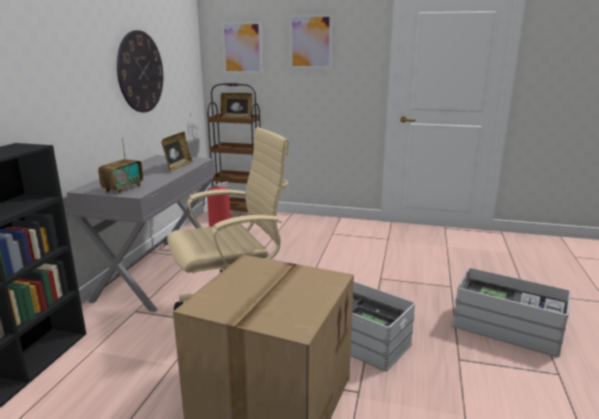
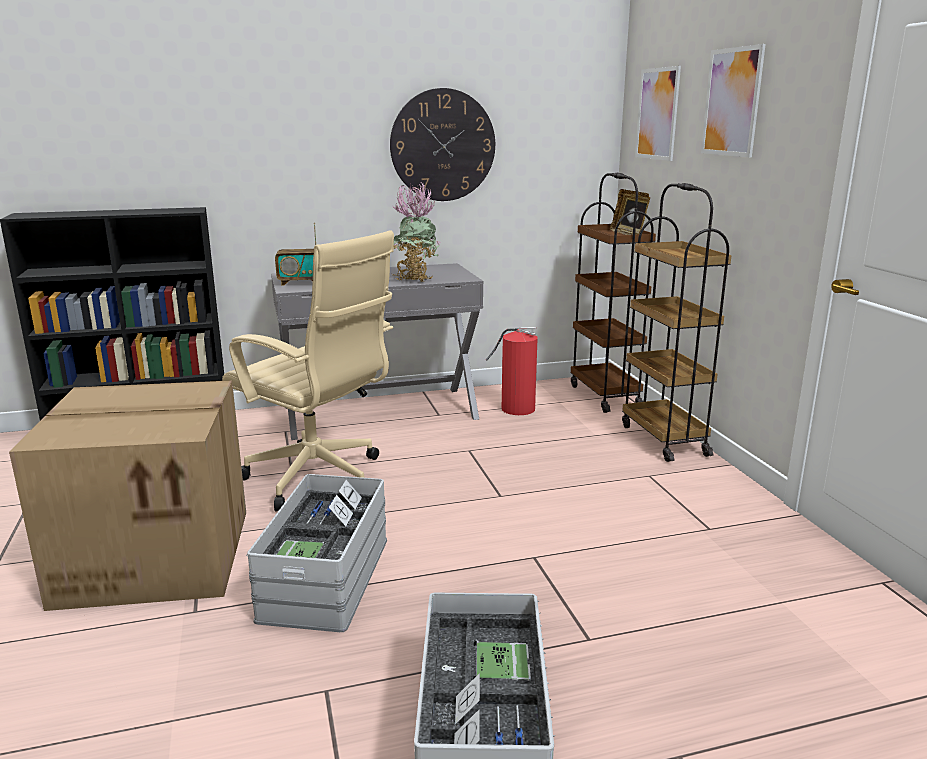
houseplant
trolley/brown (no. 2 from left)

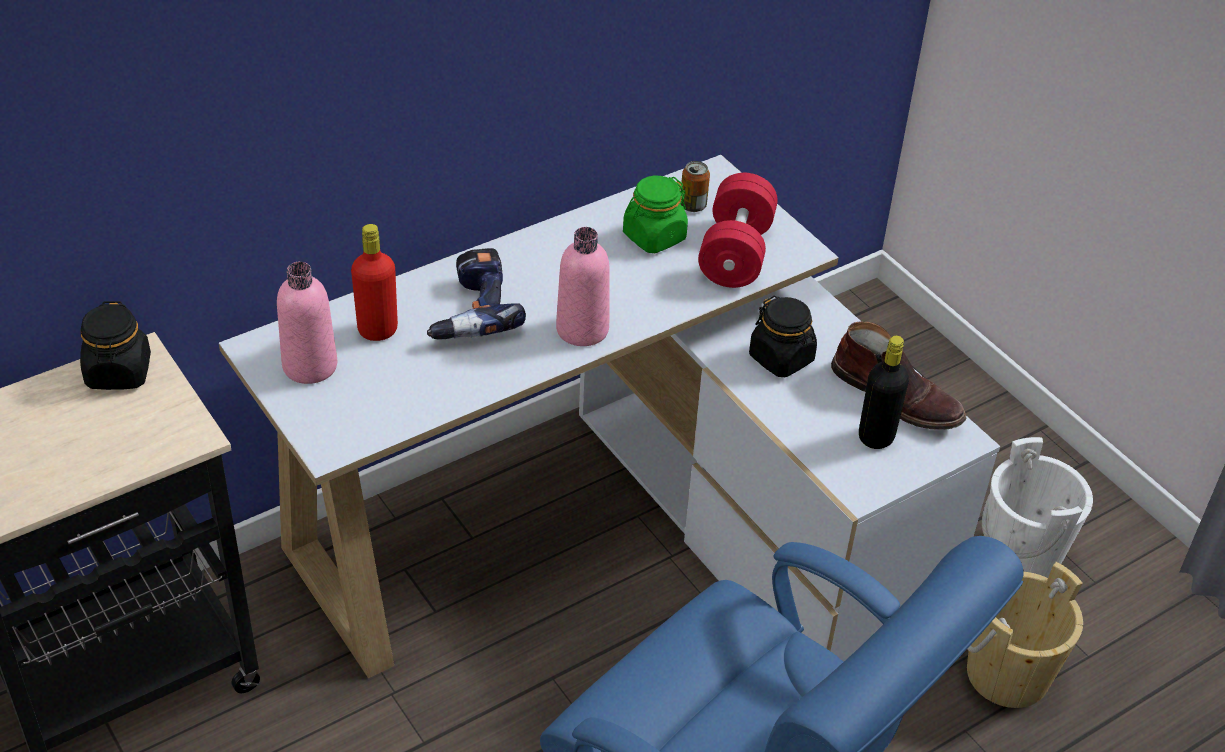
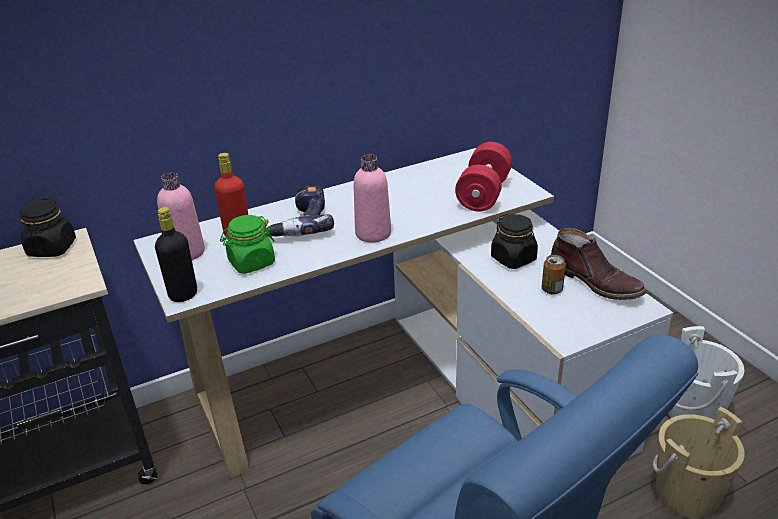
preserve jar/green
can
bottle/black

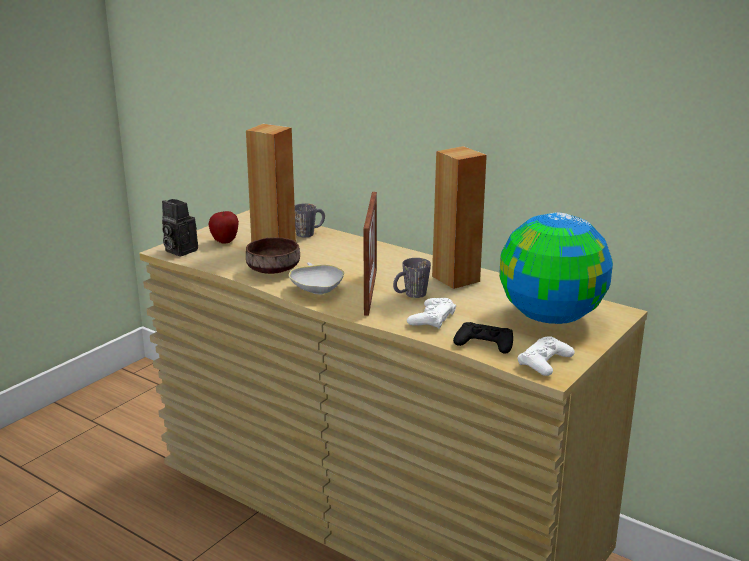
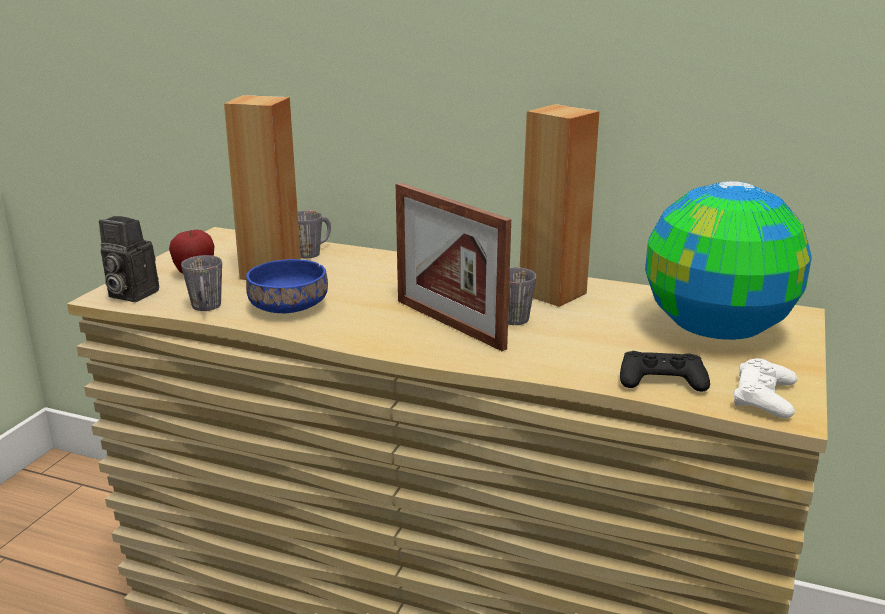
serving bowl/blue-coloured
serving bowl/white
standing frame
game controller/white (no. 1 from left in the first image)
mug/greyish (no. 1 from left)

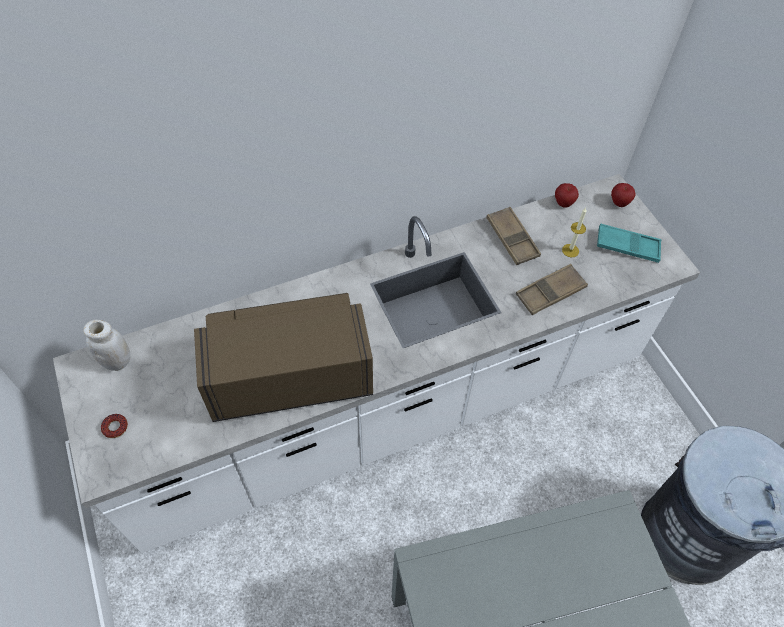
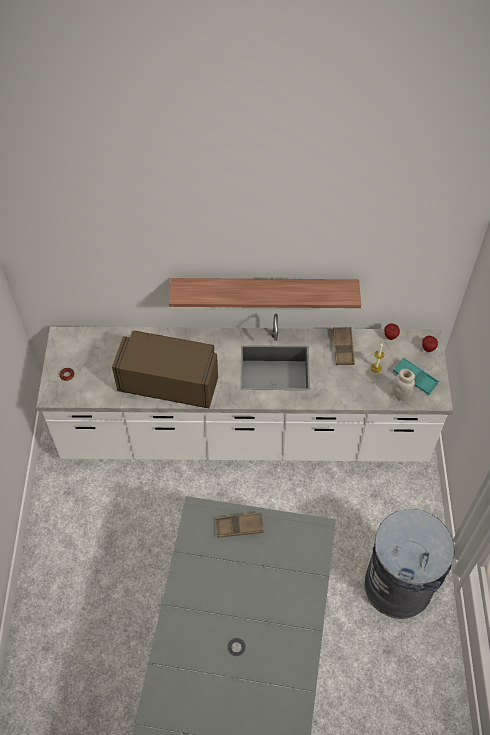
preserve jar/white
carrying tray/brown (no. 1 from left)
wall shelf

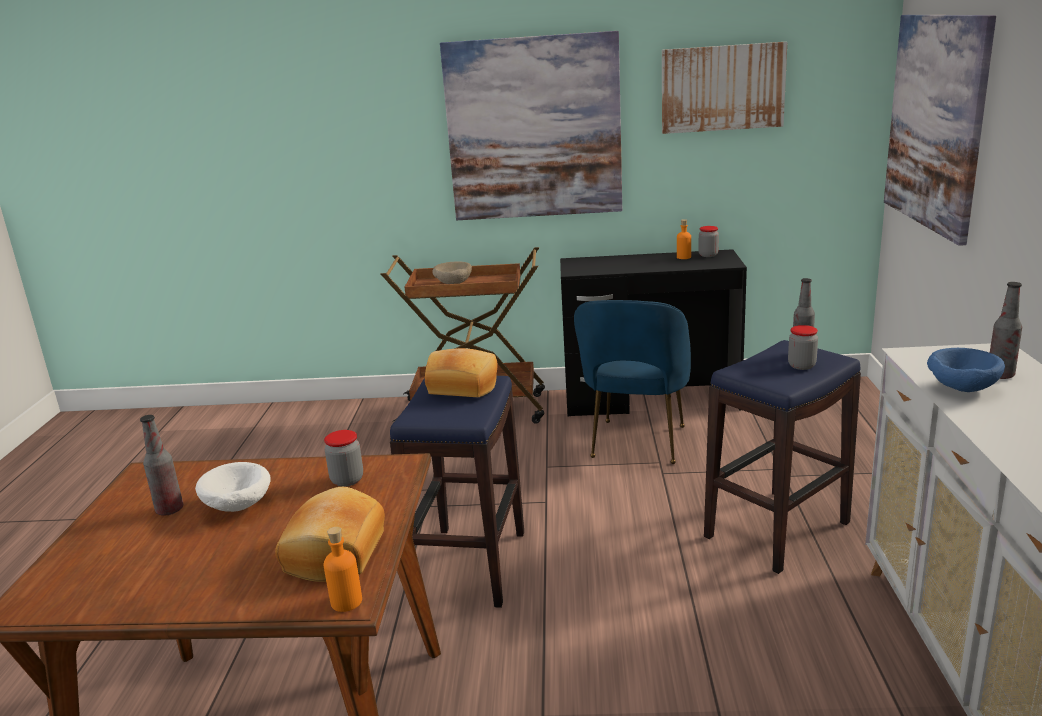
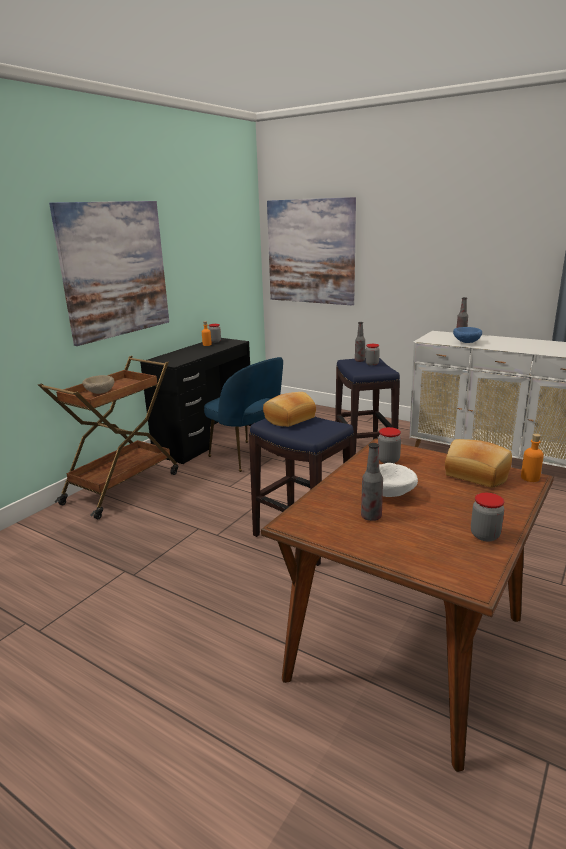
picture (no. 2 from left in the first image)
preserve jar (no. 4 from left)

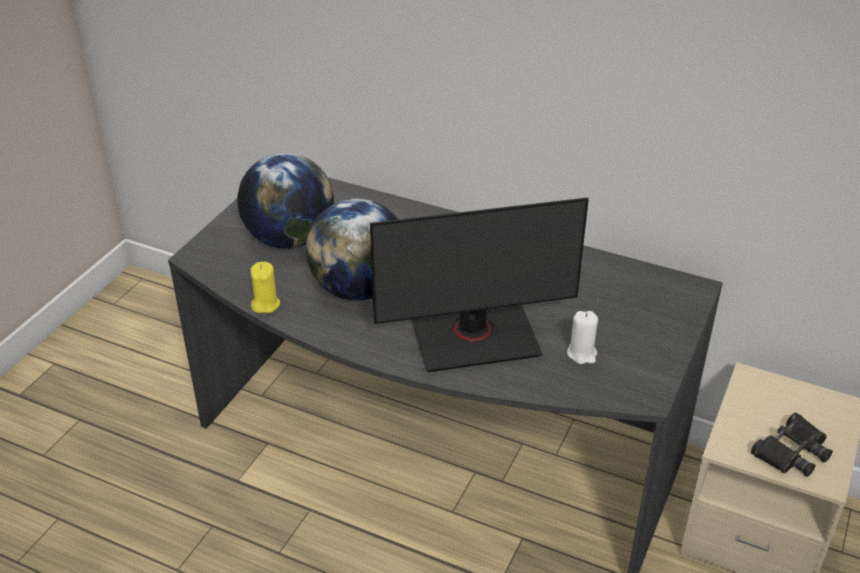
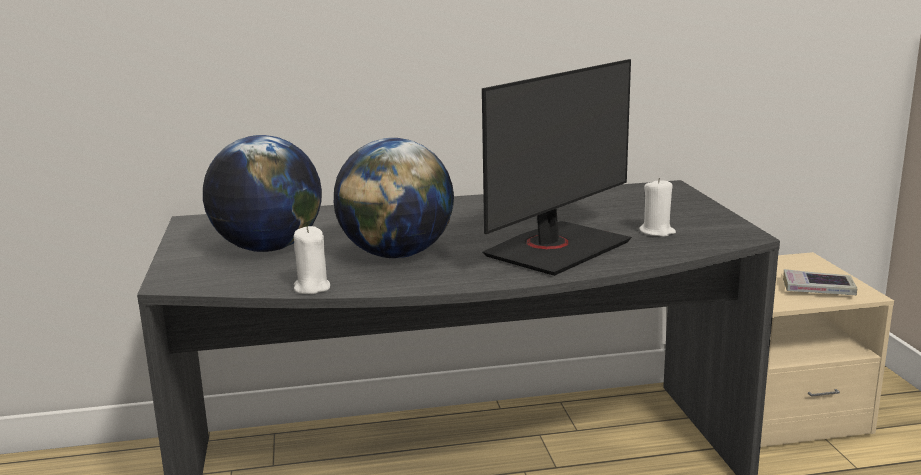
candle/white (no. 1 from left)
bound book

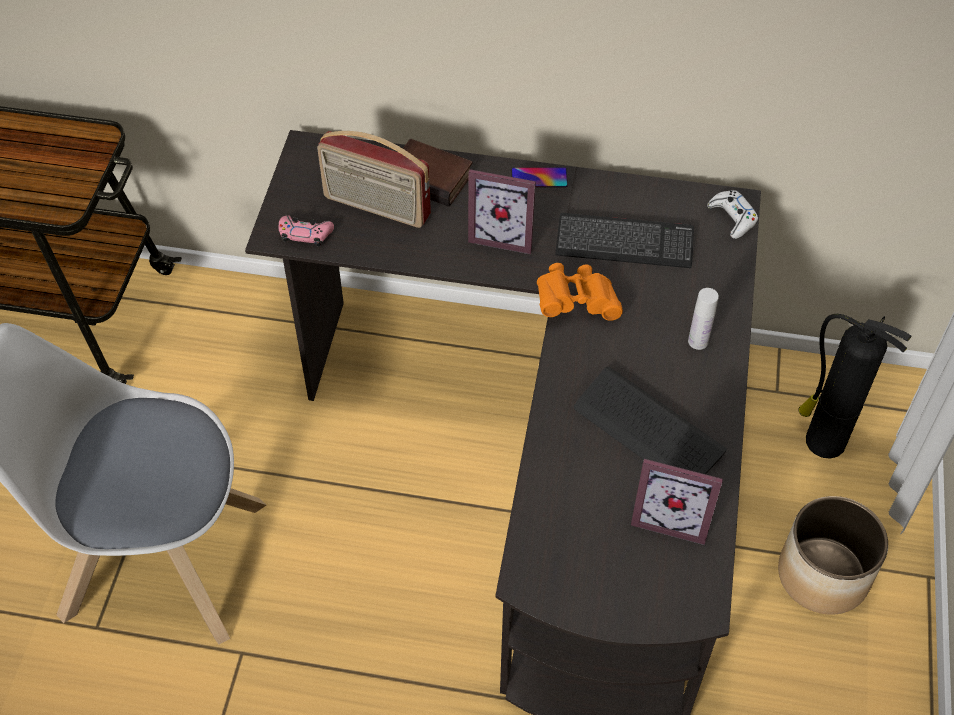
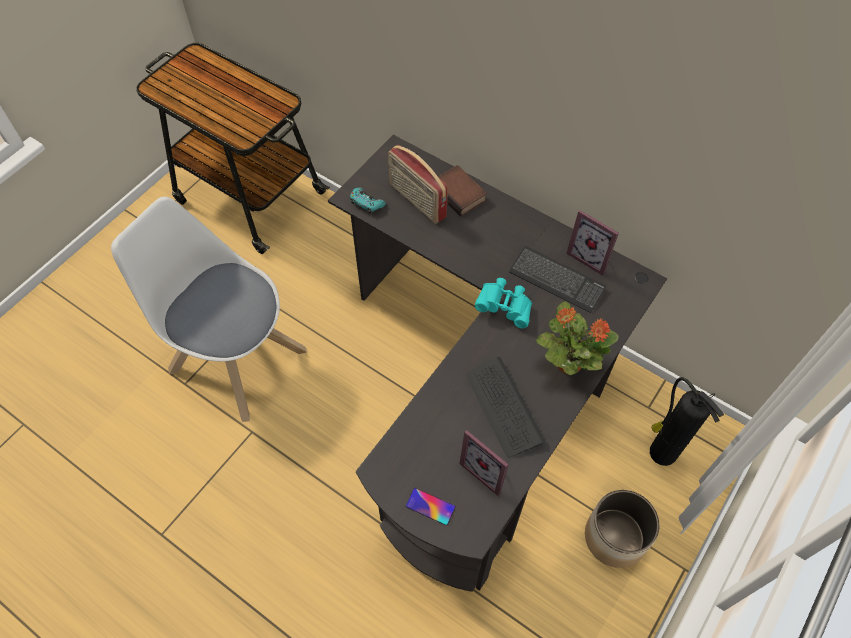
game controller/turquoise
standing frame (no. 2 from left)
phone
field glasses/turquoise
houseplant
game controller/white

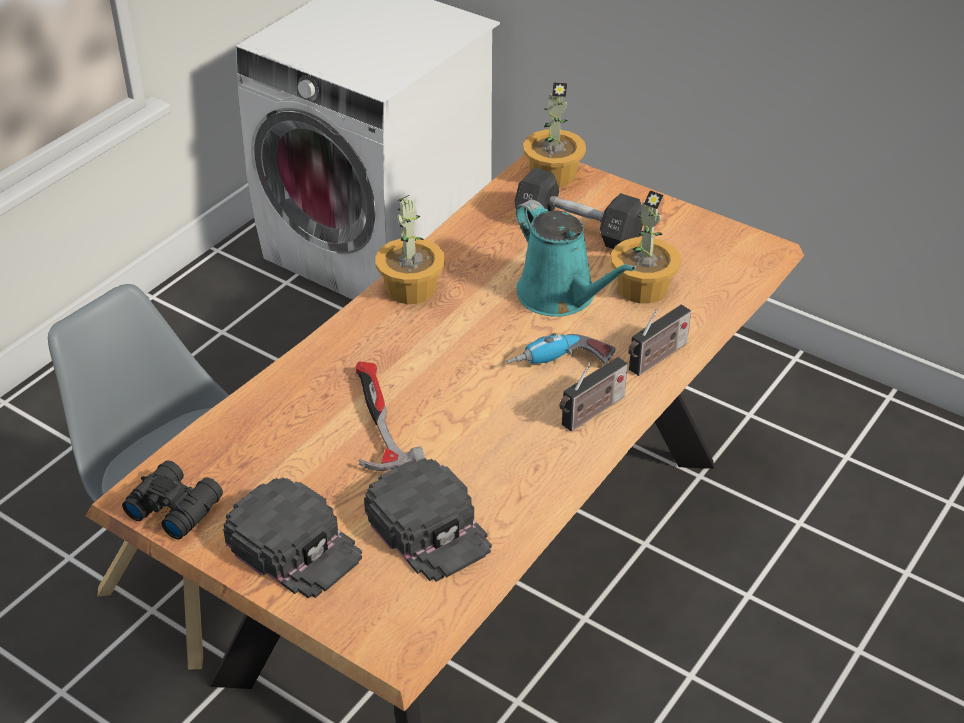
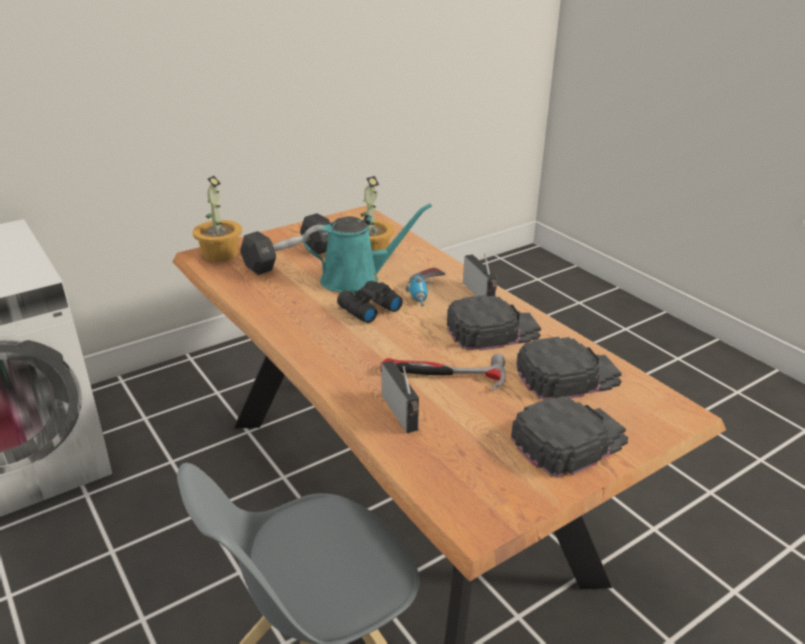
field glasses/black
houseplant (no. 1 from left in the first image)
radio receiver (no. 1 from left)
baseball cap/black (no. 1 from left)

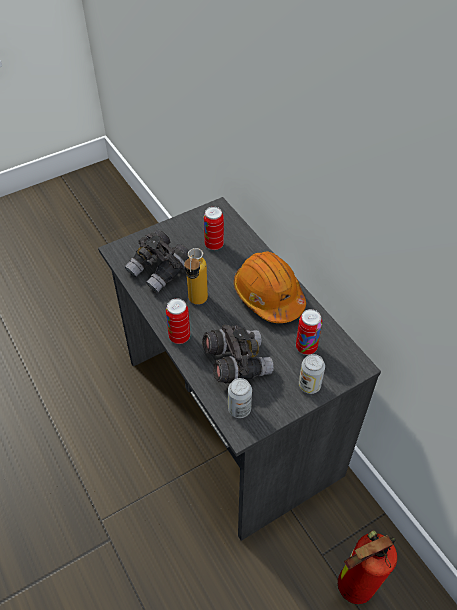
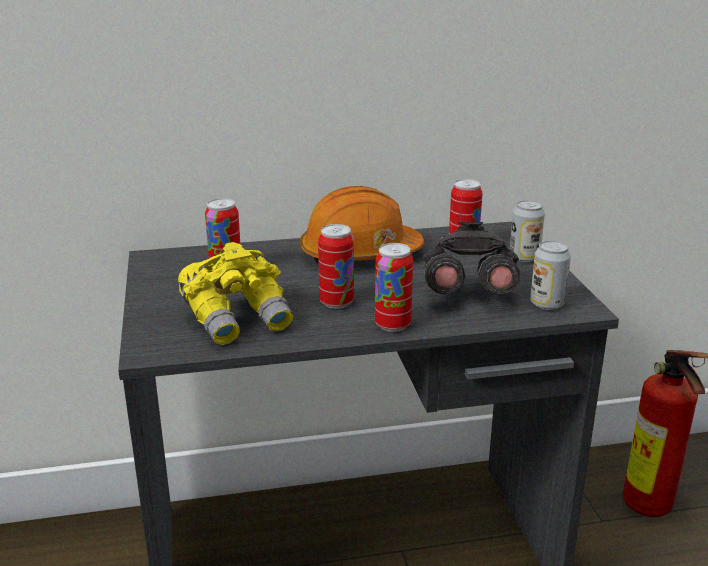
field glasses/yellow-coloured
can (no. 2 from left)

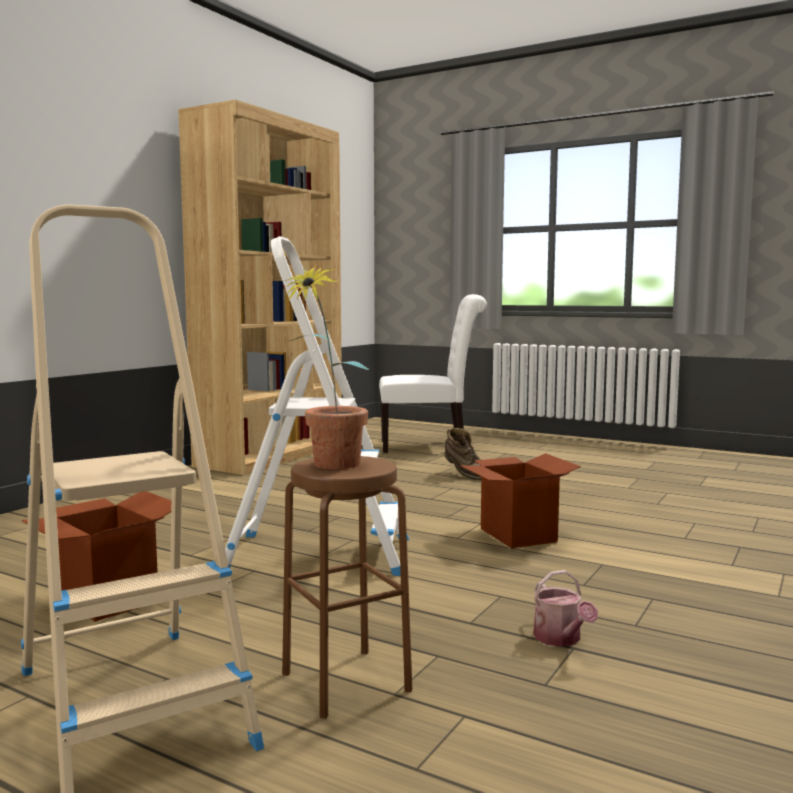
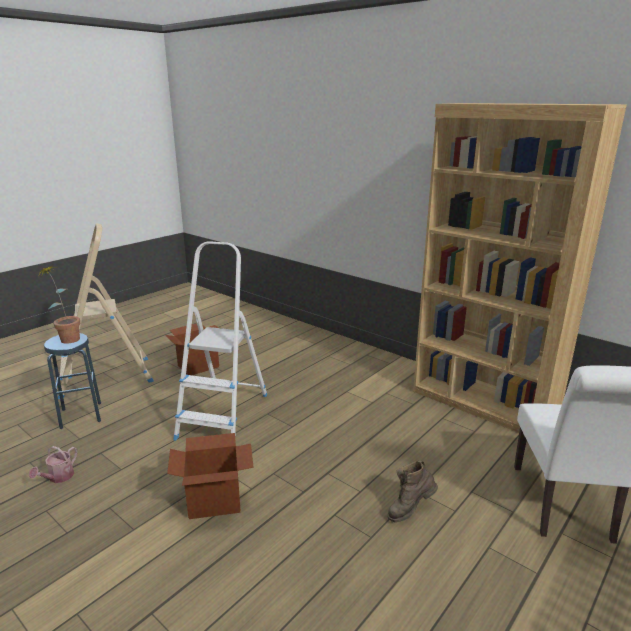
sitting stool/blue-coloured
watering can

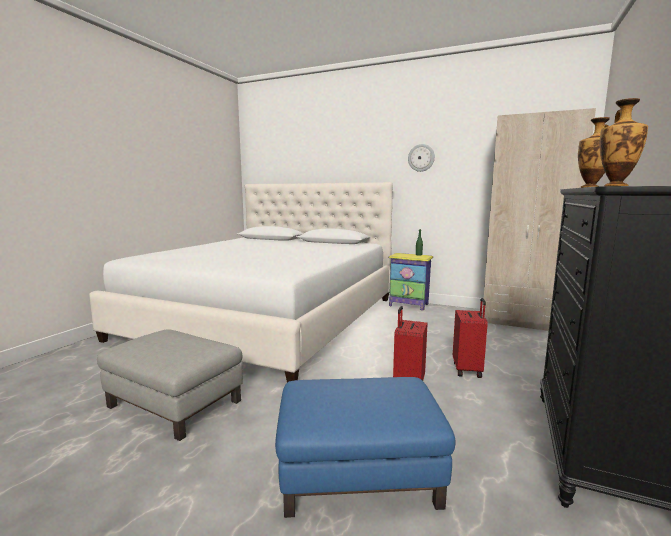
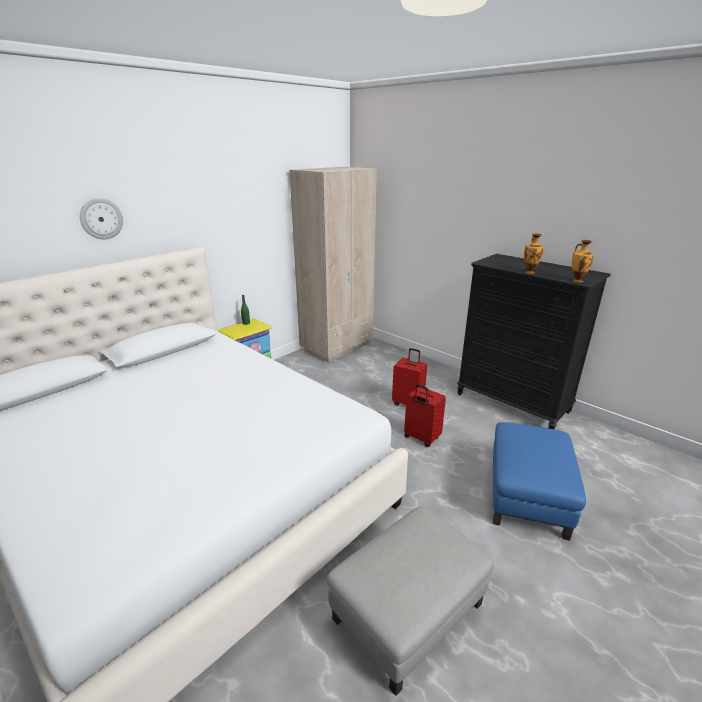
hanging clock

